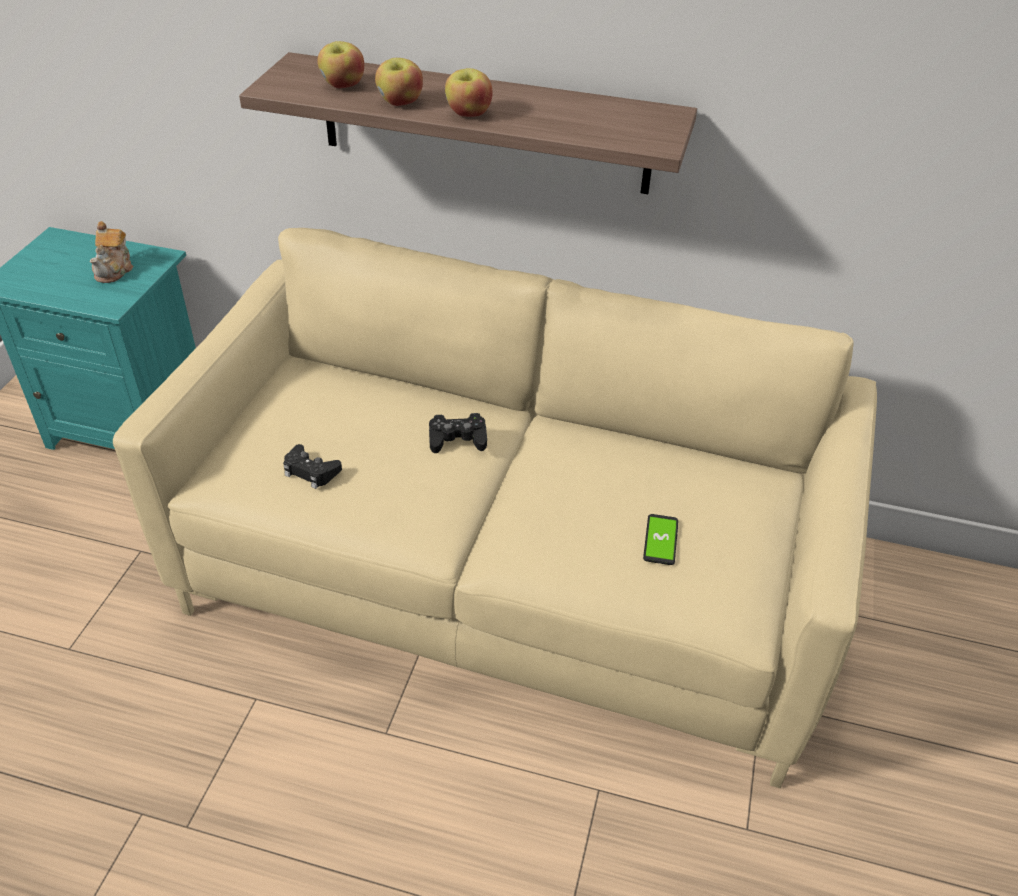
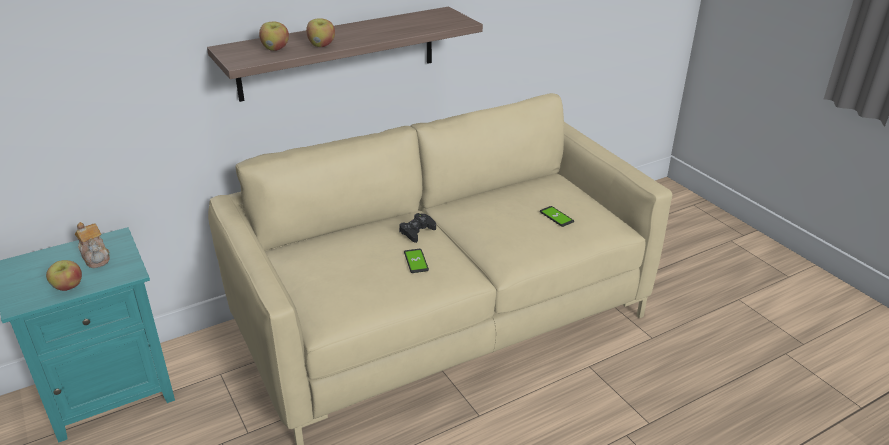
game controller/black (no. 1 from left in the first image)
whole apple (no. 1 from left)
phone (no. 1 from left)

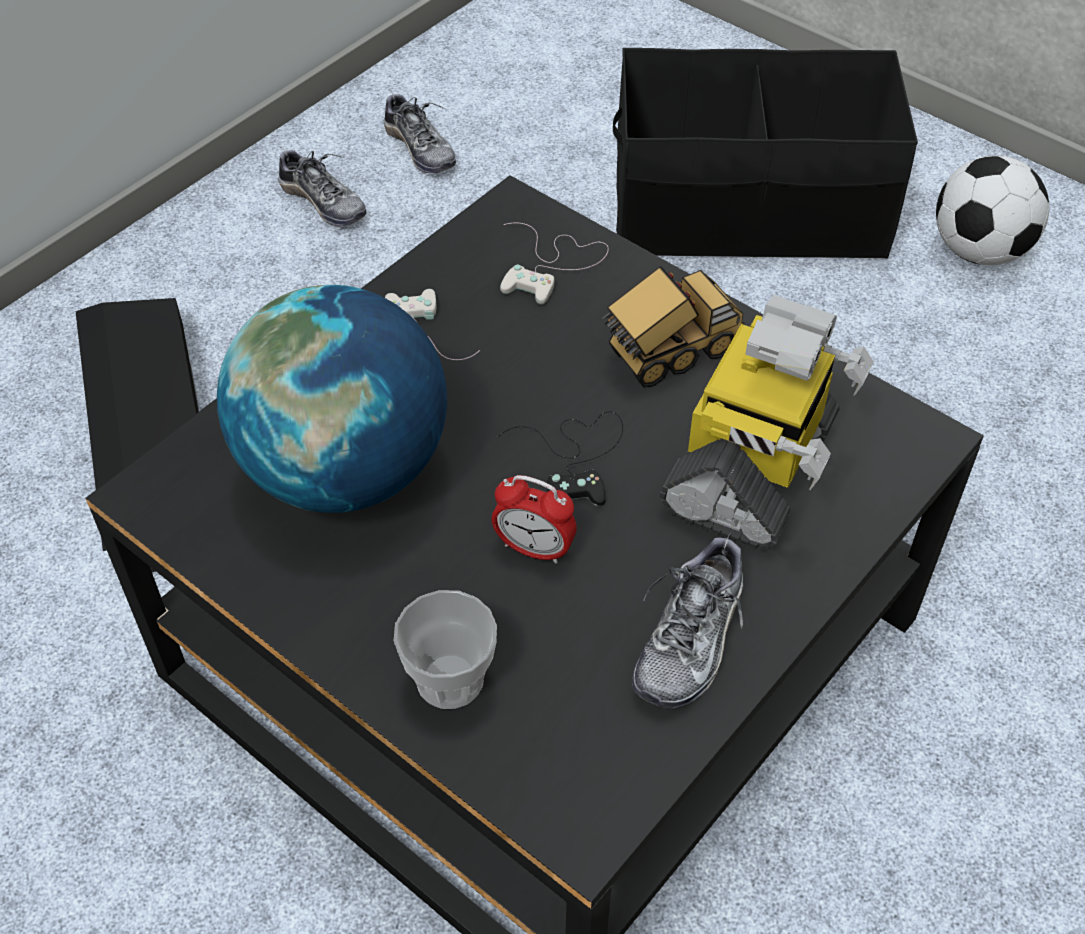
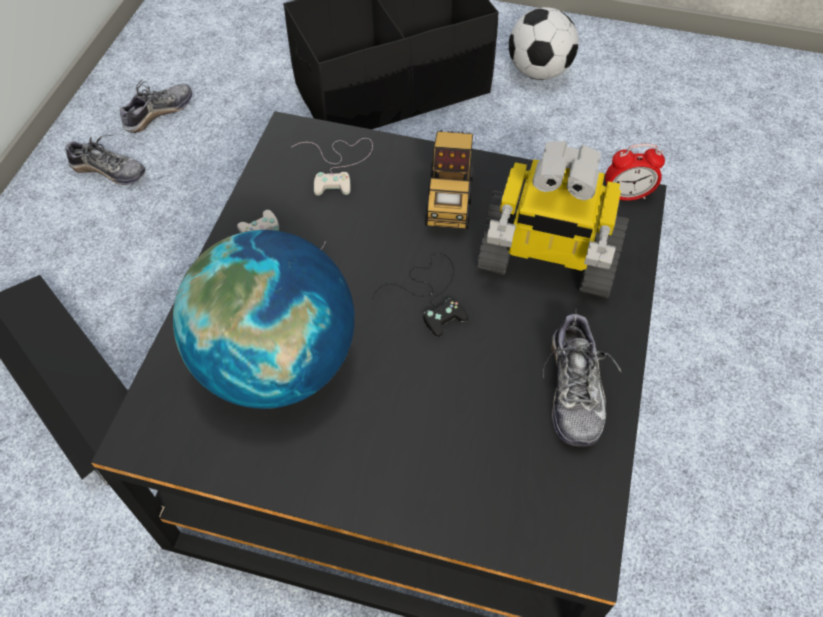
shoe (no. 2 from left)
cup
alarm clock
toy truck
robot figure

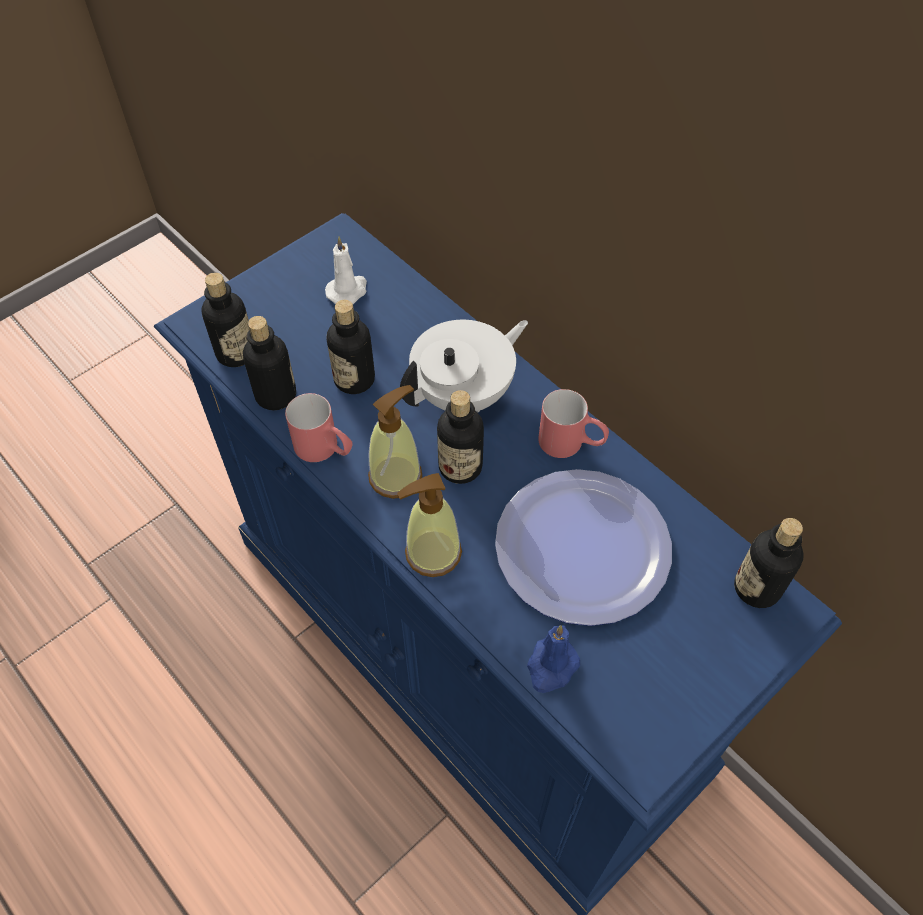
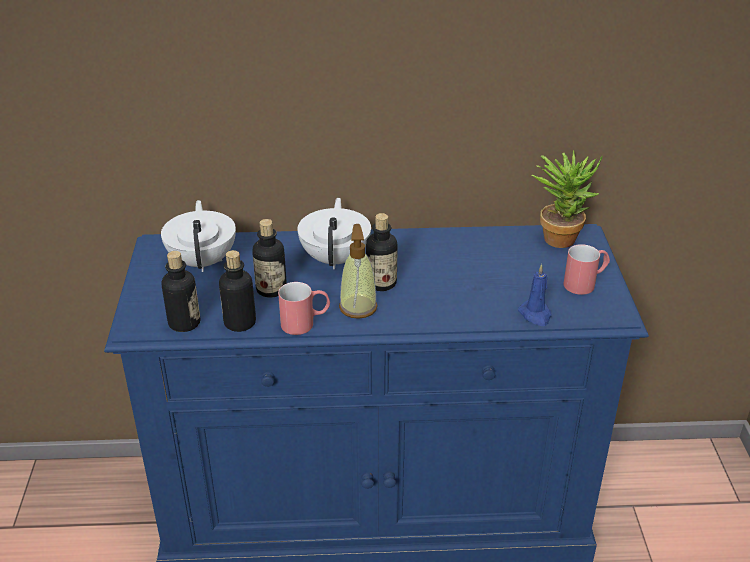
teapot/white (no. 1 from left)
soap bottle (no. 2 from left in the first image)
dinner plate
mug/reddish (no. 2 from left)
houseplant

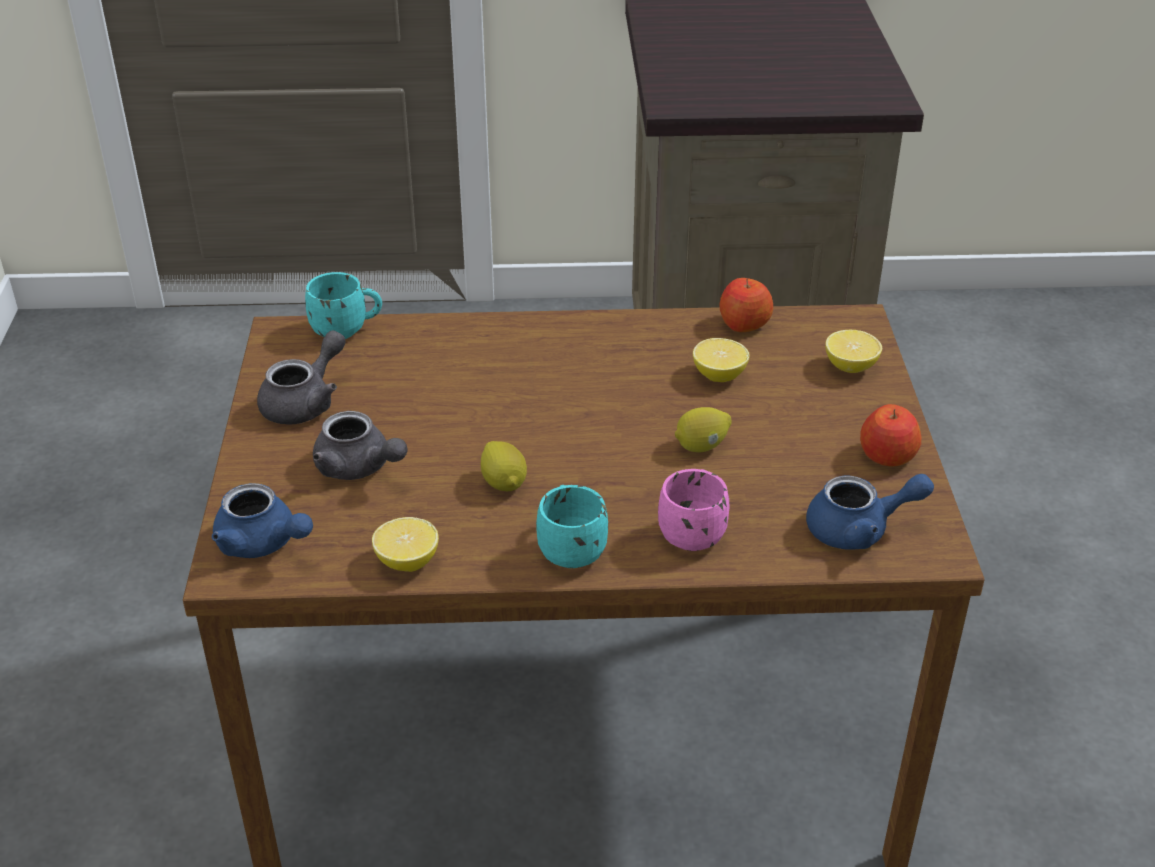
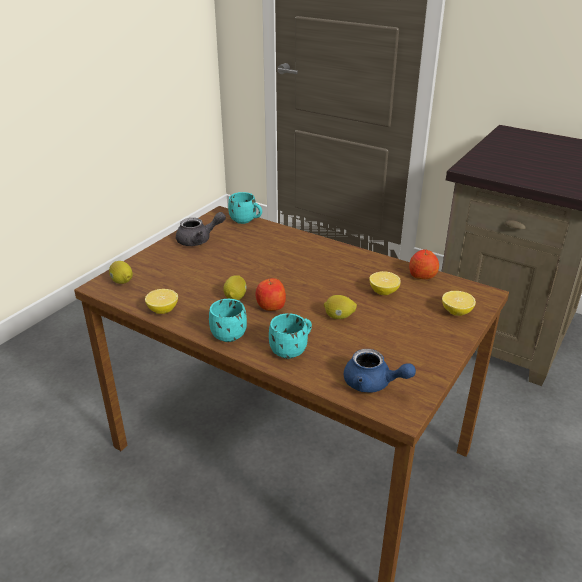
whole lemon (no. 1 from left)
teapot/greyish (no. 2 from left in the first image)
mug/turquoise (no. 3 from left)
whole apple (no. 1 from left)

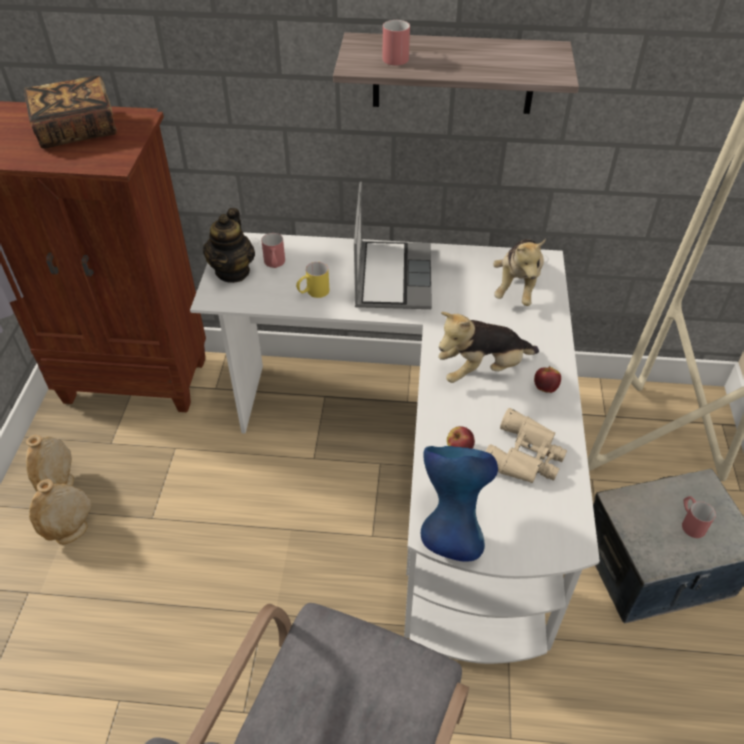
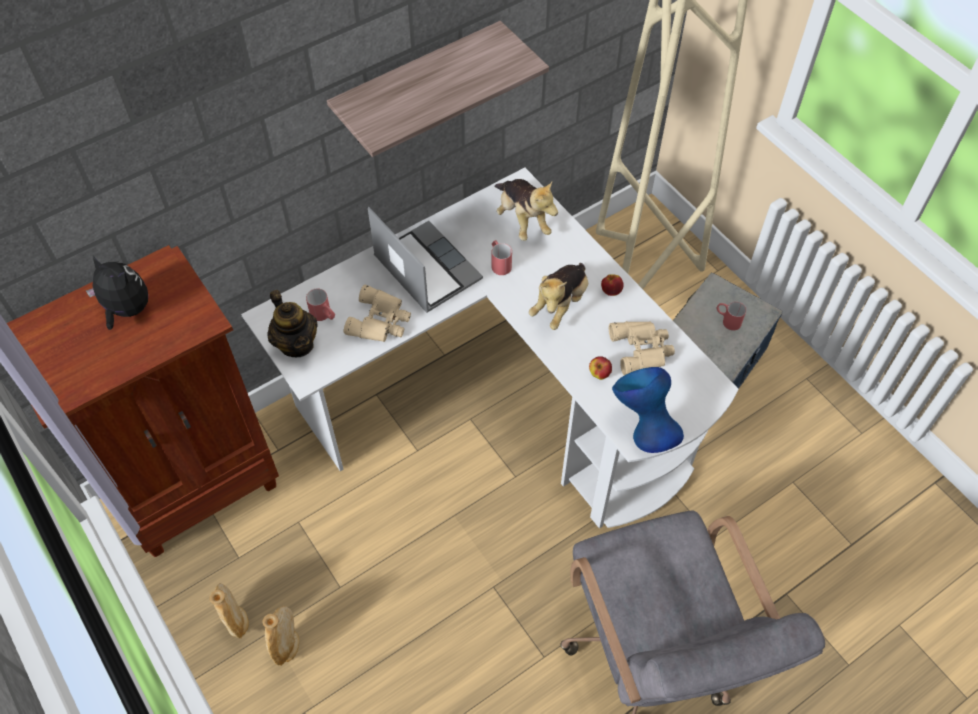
cuddly toy (no. 1 from left)
field glasses/sand-coloured (no. 1 from left)
mug/reddish (no. 2 from left)

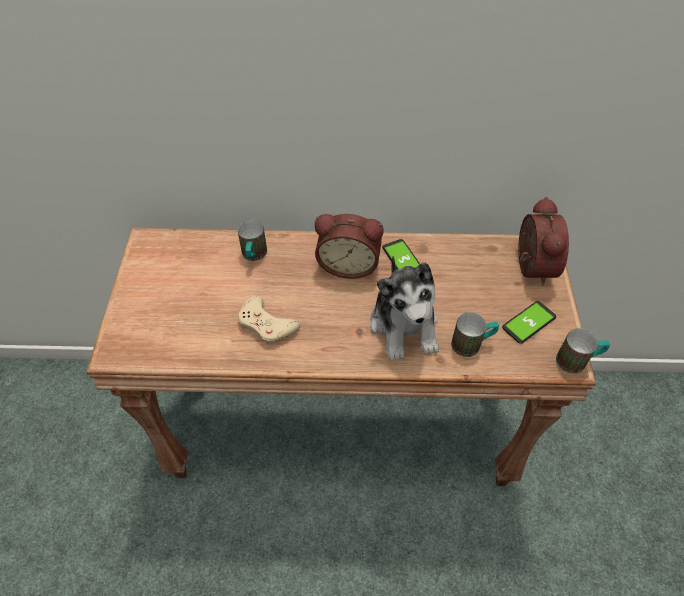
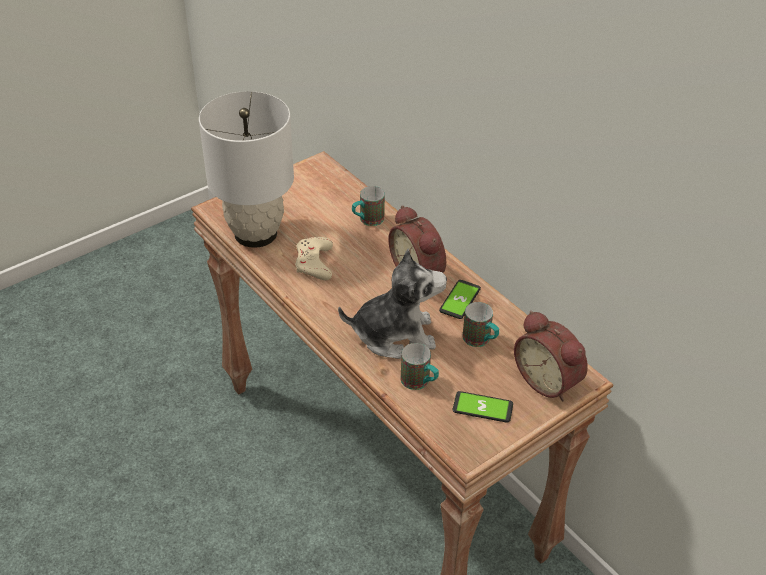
cuddly toy
alarm clock (no. 2 from left)
mug (no. 3 from left)
table lamp/white

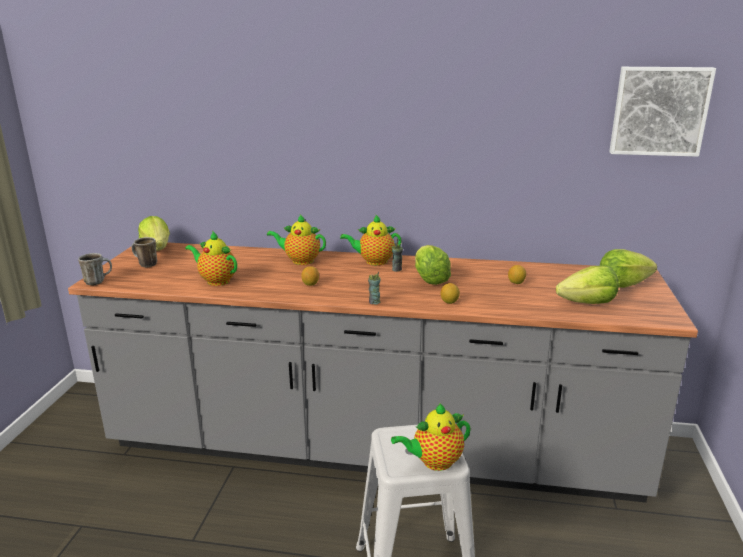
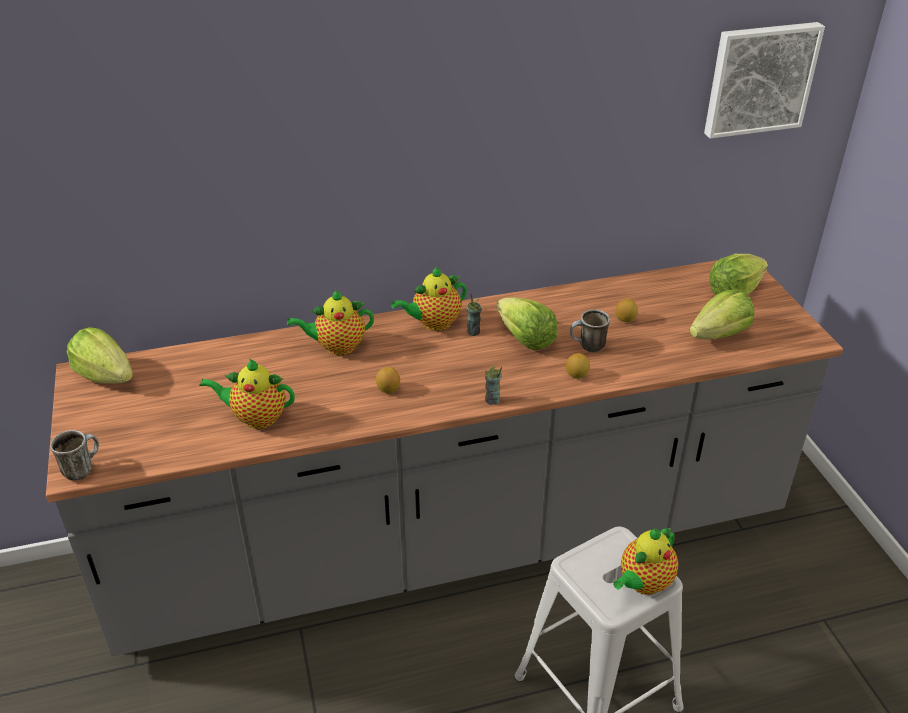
mug (no. 2 from left)

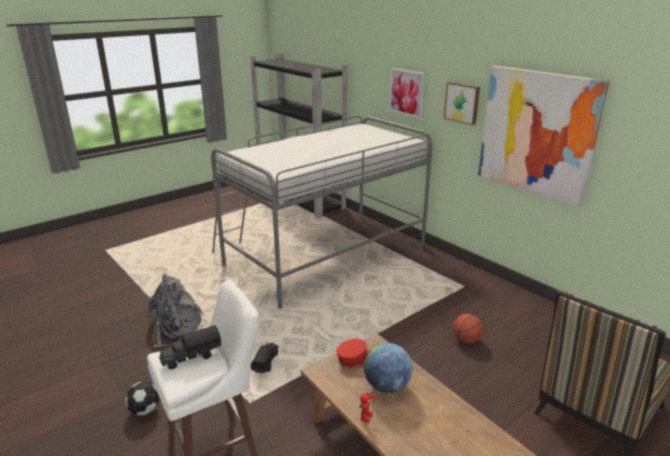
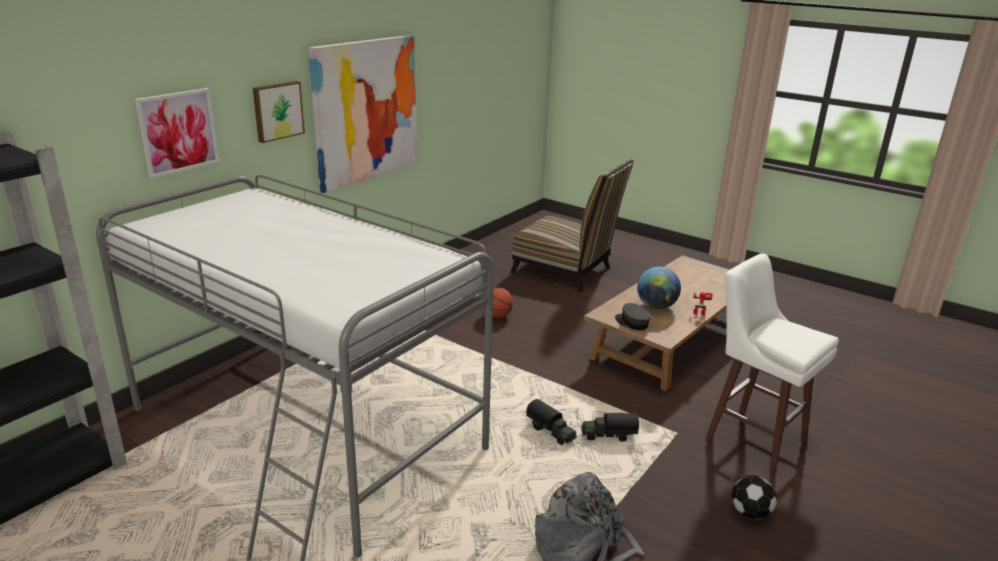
toy truck (no. 1 from left)
baseball cap/greyish

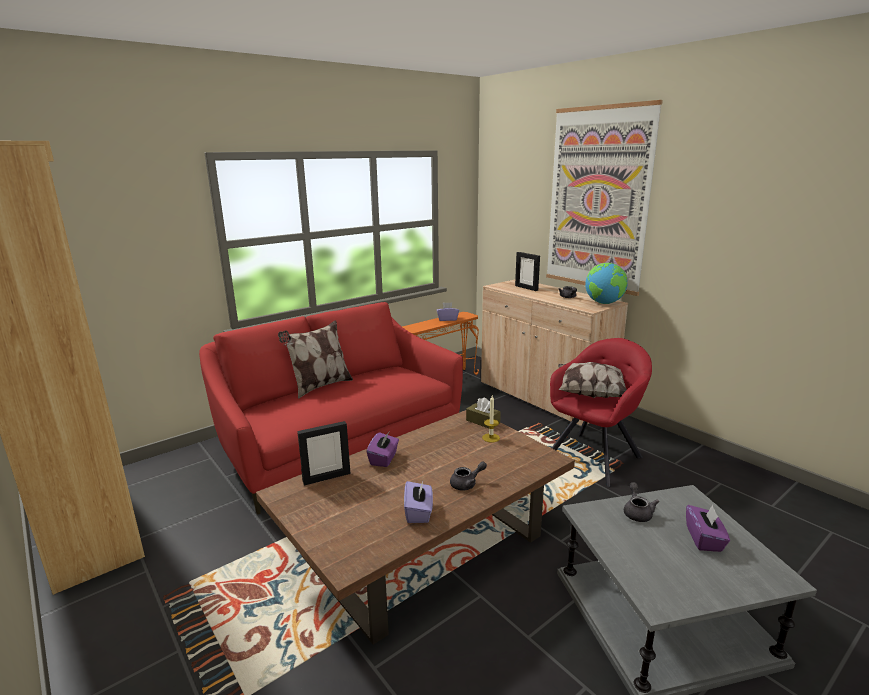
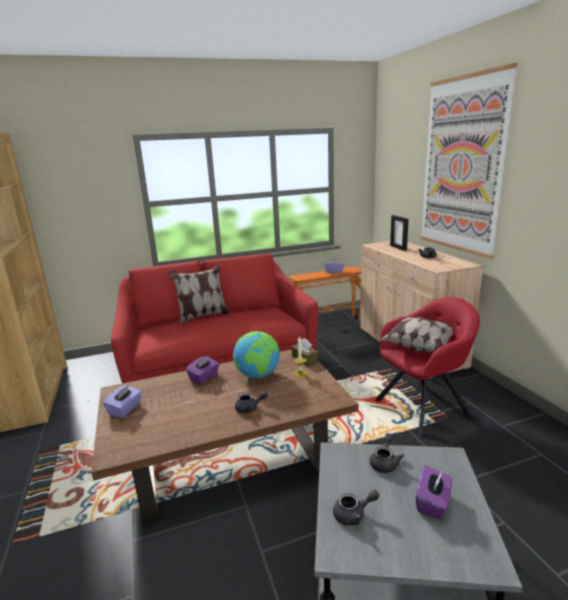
standing frame (no. 1 from left in the first image)
box of tissues/purple (no. 1 from left)
globe
teapot/greyish (no. 2 from left)

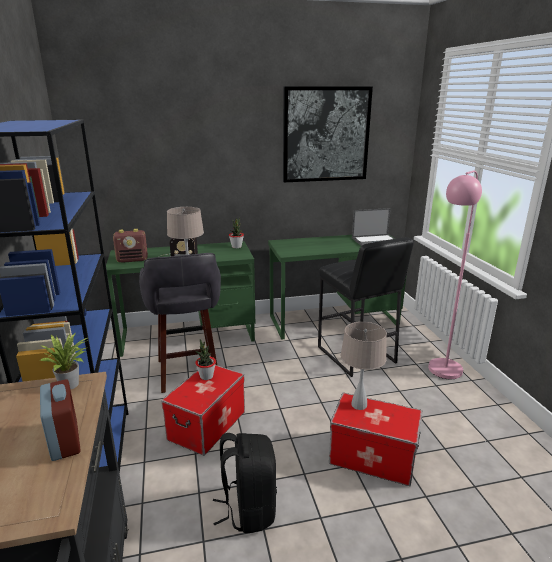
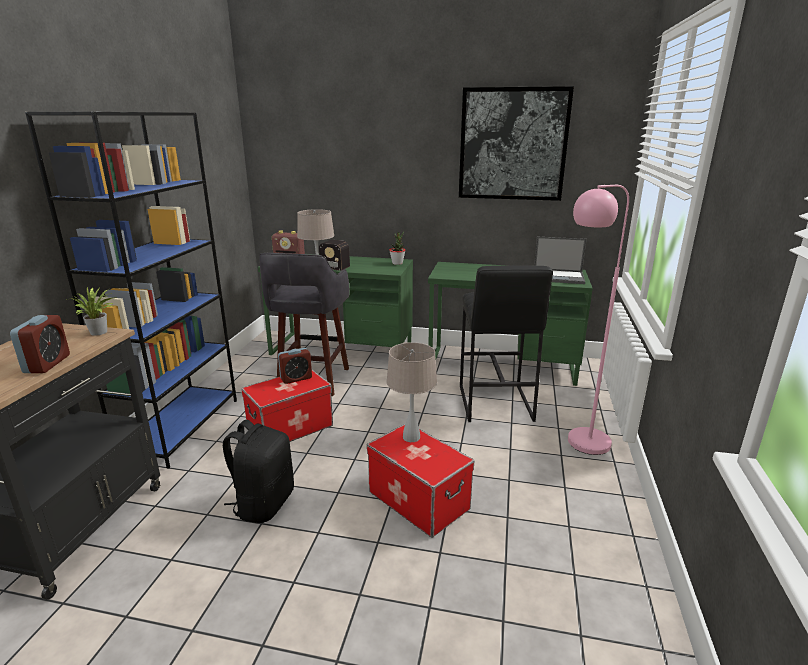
alarm clock (no. 2 from left)

